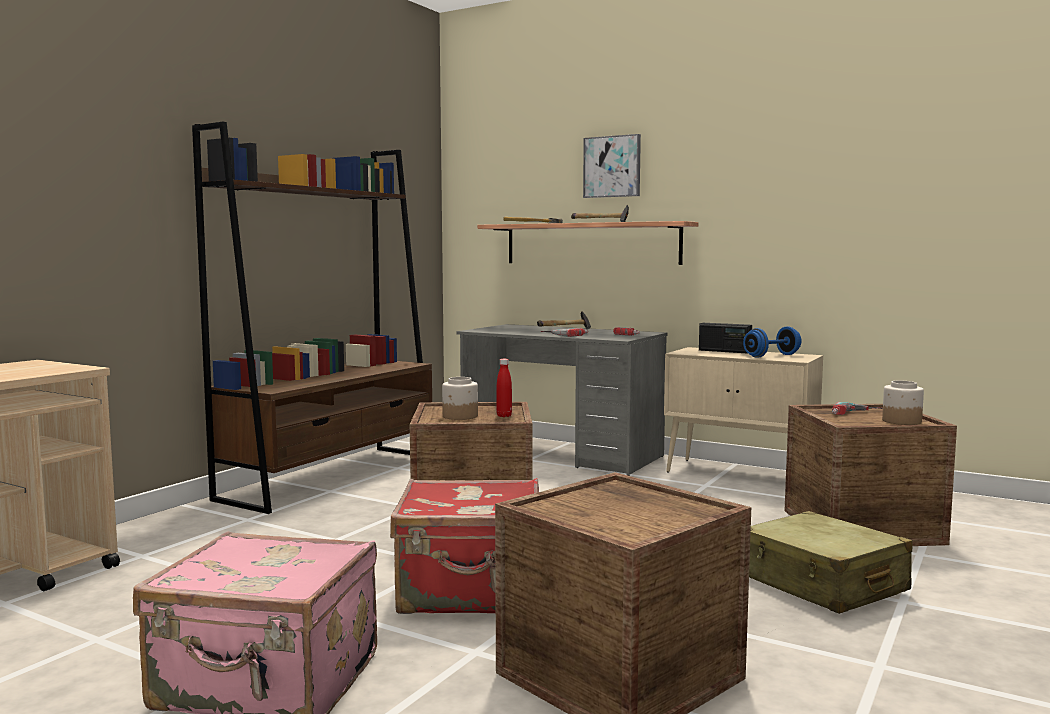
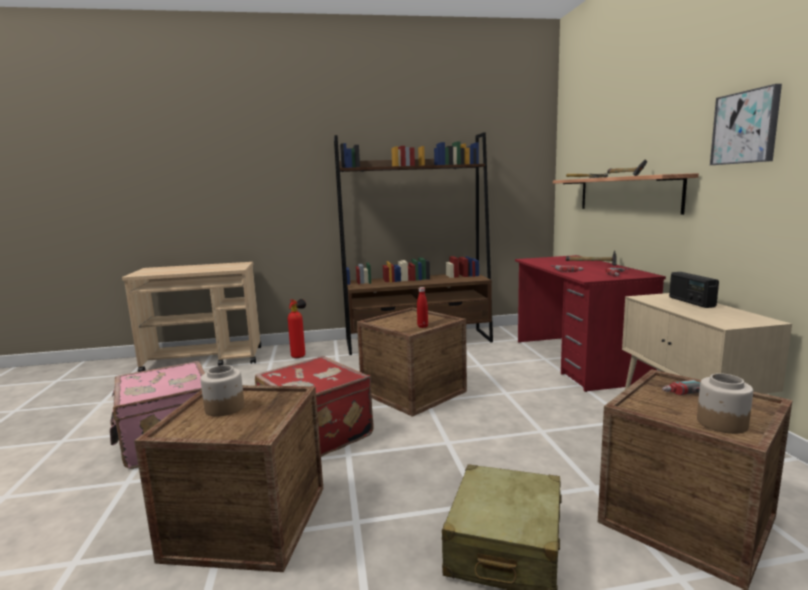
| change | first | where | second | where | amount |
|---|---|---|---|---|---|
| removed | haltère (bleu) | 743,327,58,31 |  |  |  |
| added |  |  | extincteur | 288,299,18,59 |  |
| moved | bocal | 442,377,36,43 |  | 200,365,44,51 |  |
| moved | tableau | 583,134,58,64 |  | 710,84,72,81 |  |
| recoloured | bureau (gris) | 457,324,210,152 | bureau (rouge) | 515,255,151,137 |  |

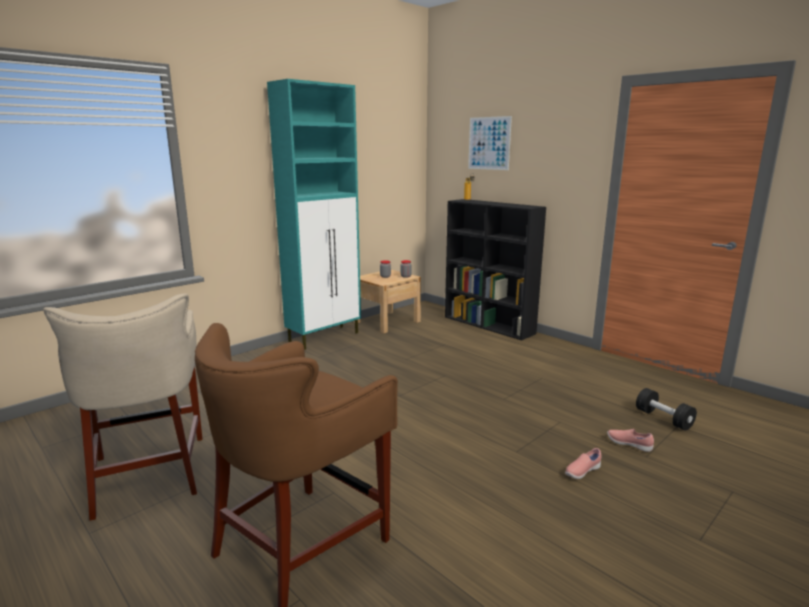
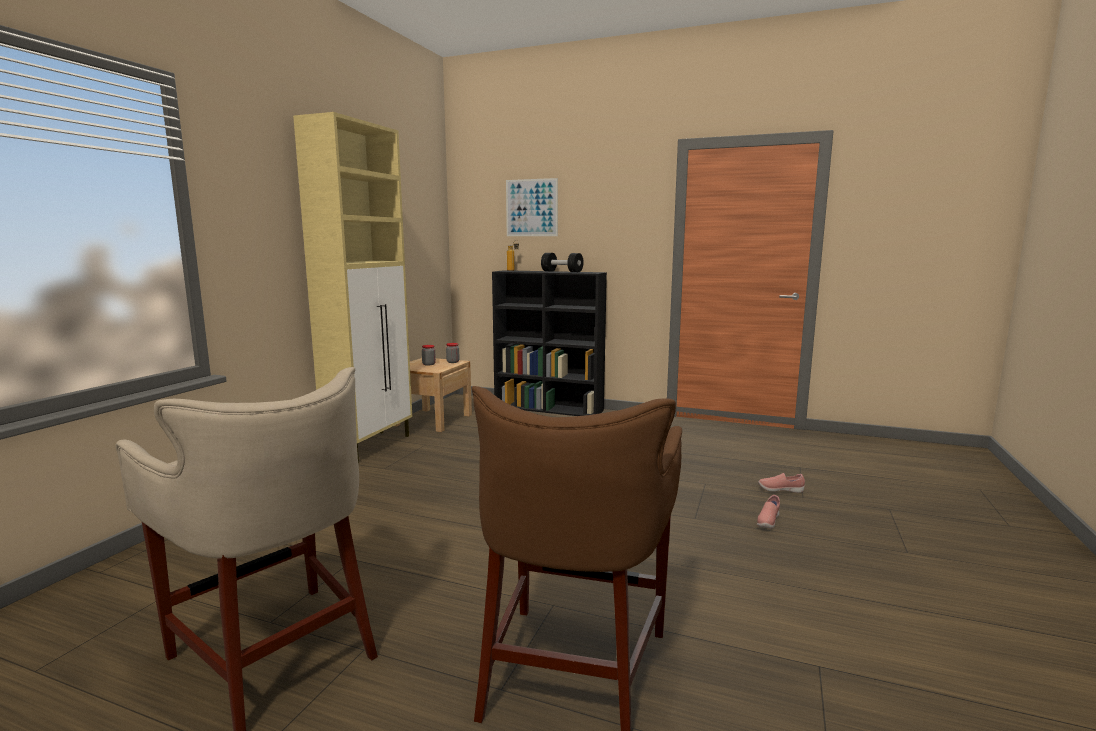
| change | first | where | second | where | amount |
|---|---|---|---|---|---|
| moved | haltère (noir) | 636,388,61,43 |  | 541,253,43,19 |  |
| recoloured | meuble de rangement (turquoise) | 267,79,94,271 | meuble de rangement (beige) | 293,112,119,351 |  |

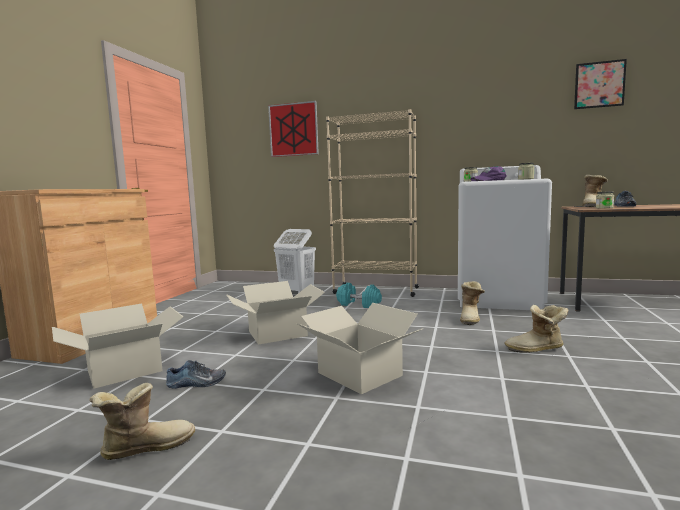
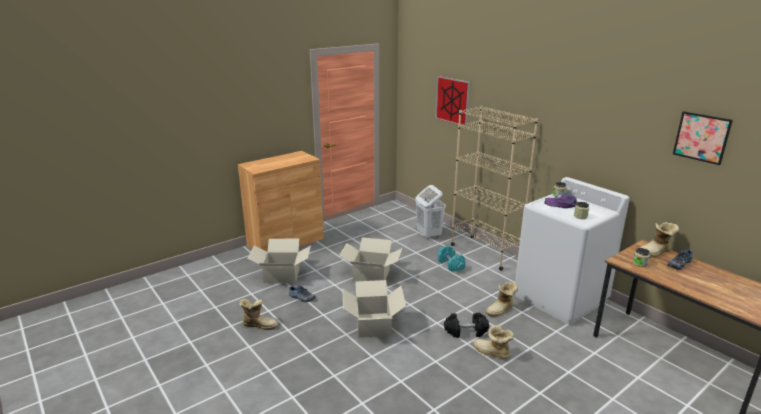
| change | first | where | second | where | amount |
|---|---|---|---|---|---|
| added |  |  | haltère (noir) | 444,313,45,25 |  |

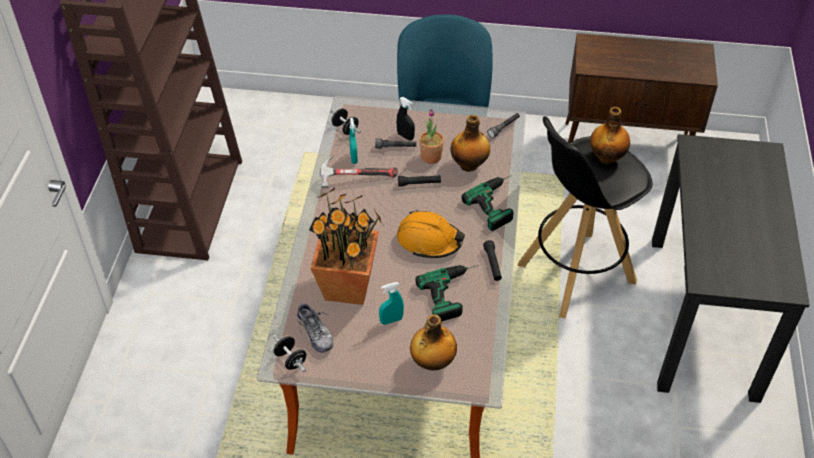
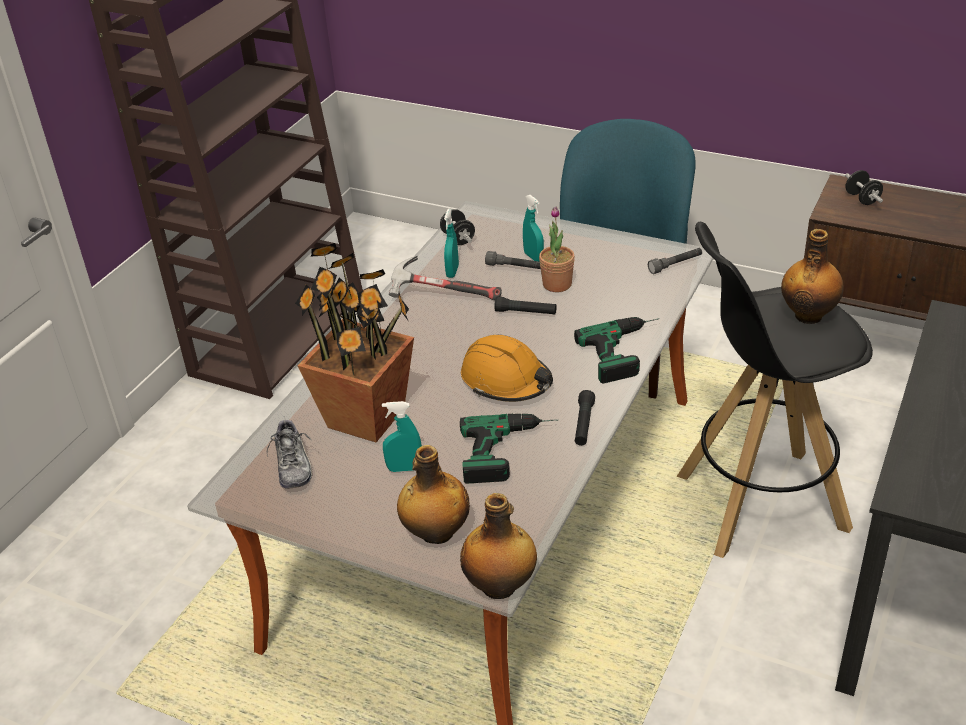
| change | first | where | second | where | amount |
|---|---|---|---|---|---|
| moved | haltère (noir) | 273,335,33,37 |  | 845,170,38,35 |  |
| moved | bouteille | 450,115,40,57 |  | 460,493,77,106 |  |
| recoloured | vaporisateur (noir) | 397,97,18,44 | vaporisateur (turquoise) | 523,195,21,67 |  |

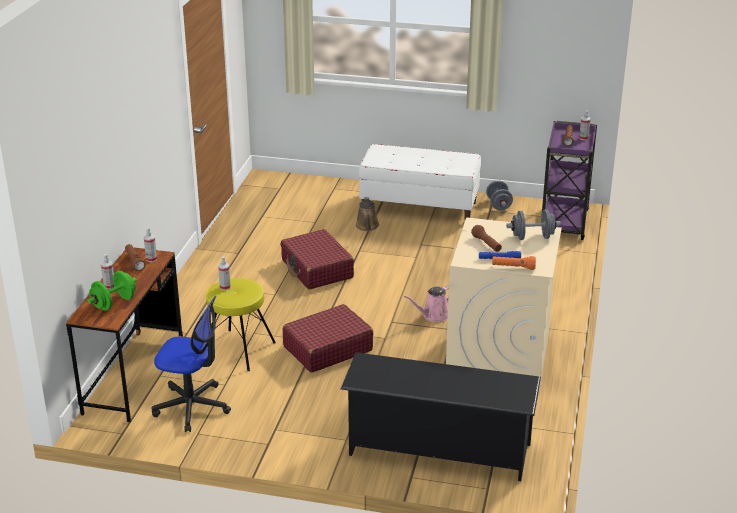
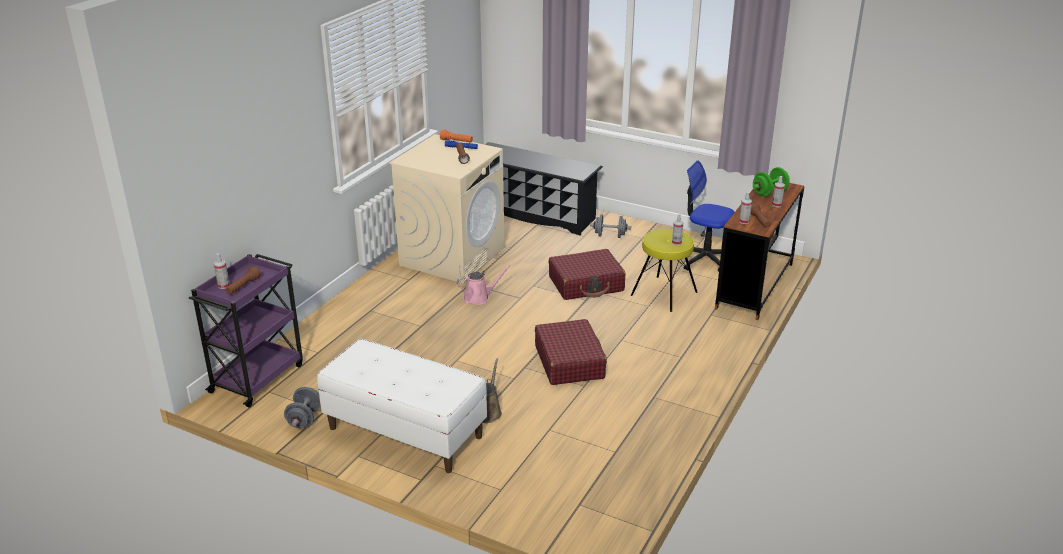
| change | first | where | second | where | amount |
|---|---|---|---|---|---|
| moved | haltère (gris) | 506,210,55,30 |  | 590,214,41,24 |  |

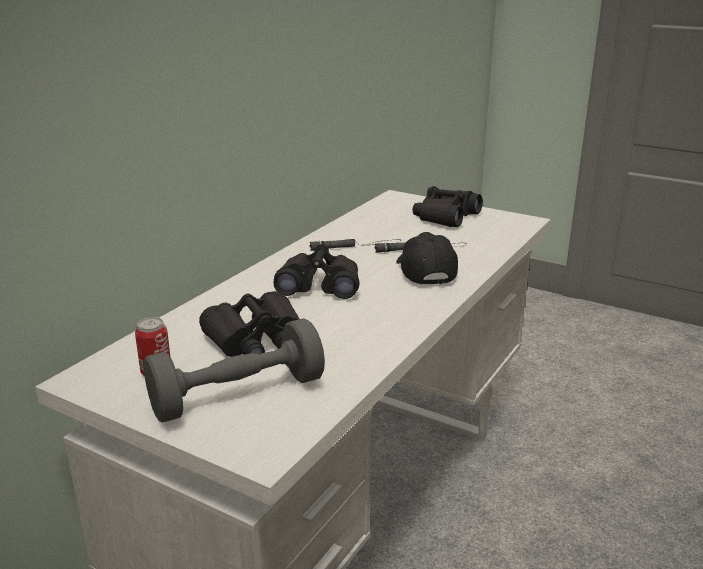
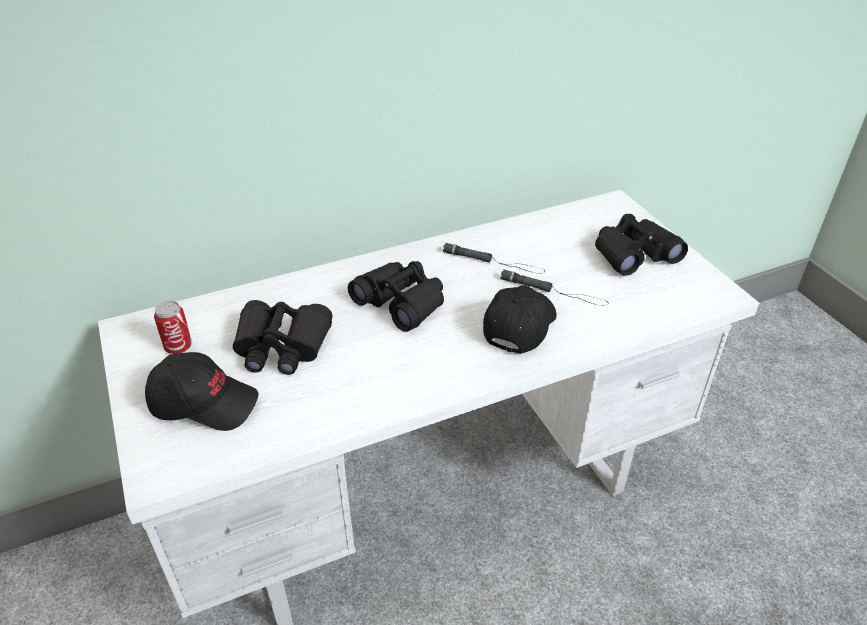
| change | first | where | second | where | amount |
|---|---|---|---|---|---|
| replaced | haltère (gris) | 143,318,182,104 | casquette (noir) | 145,352,114,79 |  |

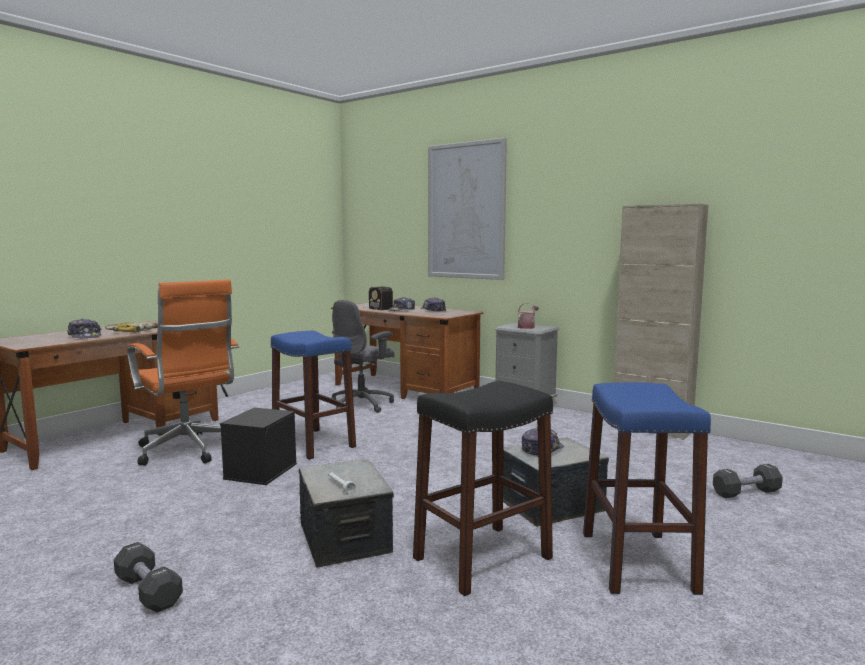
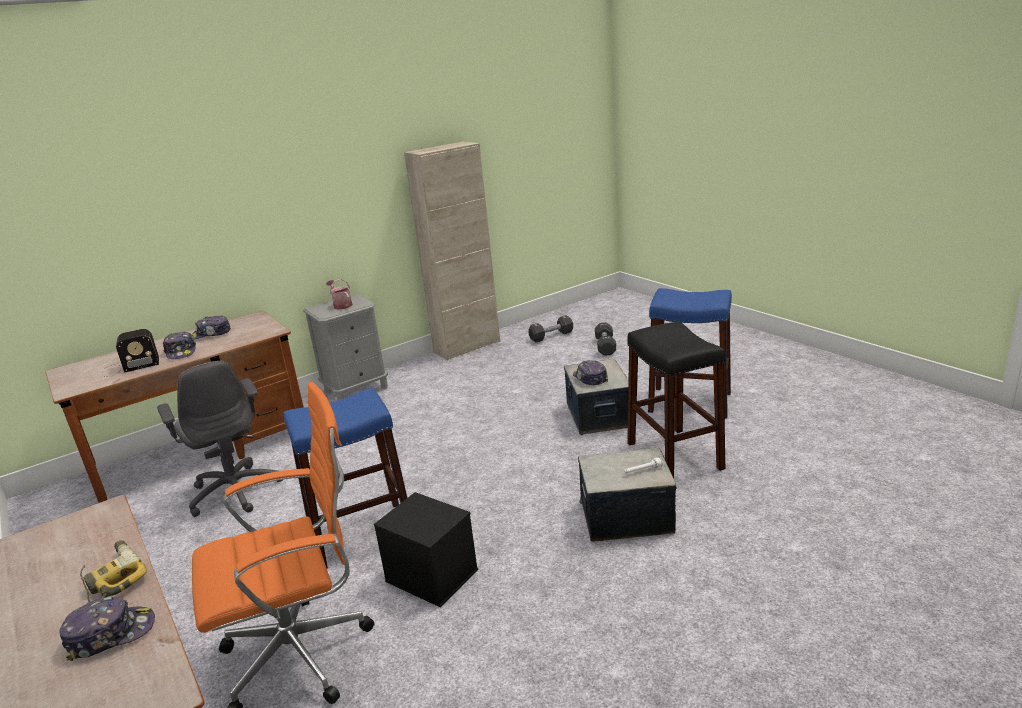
| change | first | where | second | where | amount |
|---|---|---|---|---|---|
| removed | tableau | 428,138,79,142 |  |  |  |
| moved | haltère (noir) | 114,542,69,71 |  | 528,315,45,27 |  |

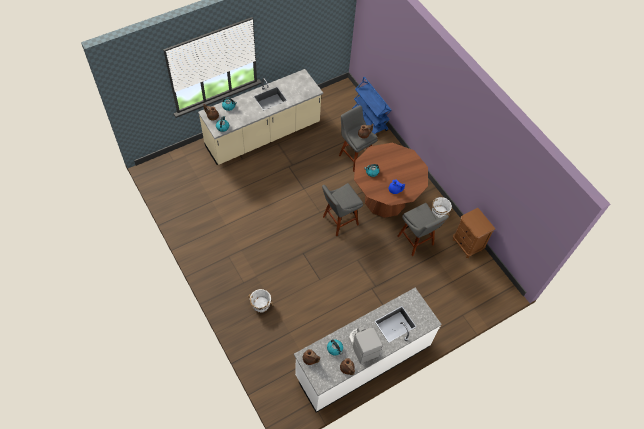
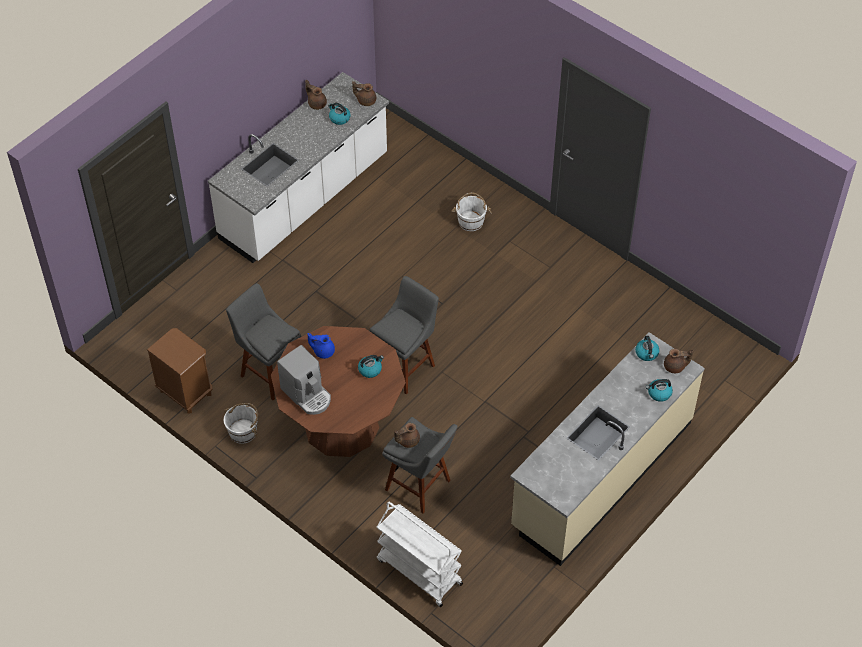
| change | first | where | second | where | amount |
|---|---|---|---|---|---|
| moved | machine à café | 349,326,34,38 |  | 277,345,54,70 |  |
| recoloured | chariot (bleu) | 352,77,39,57 | chariot (blanc) | 377,502,86,105 |  |

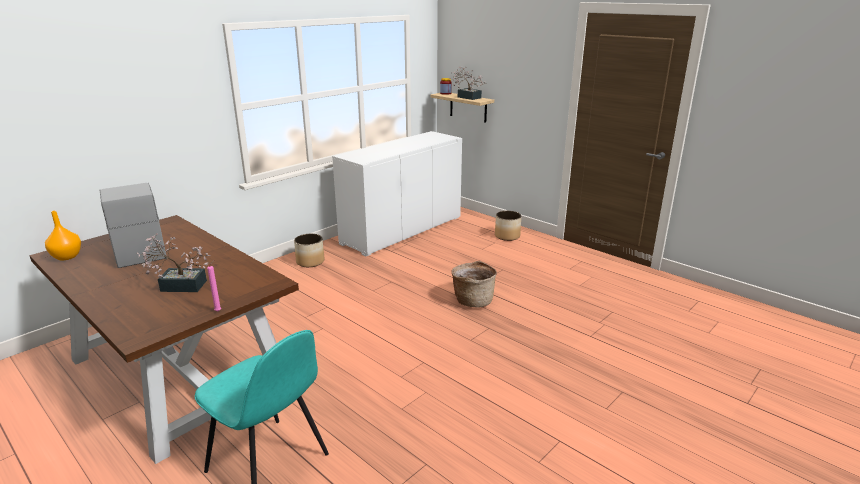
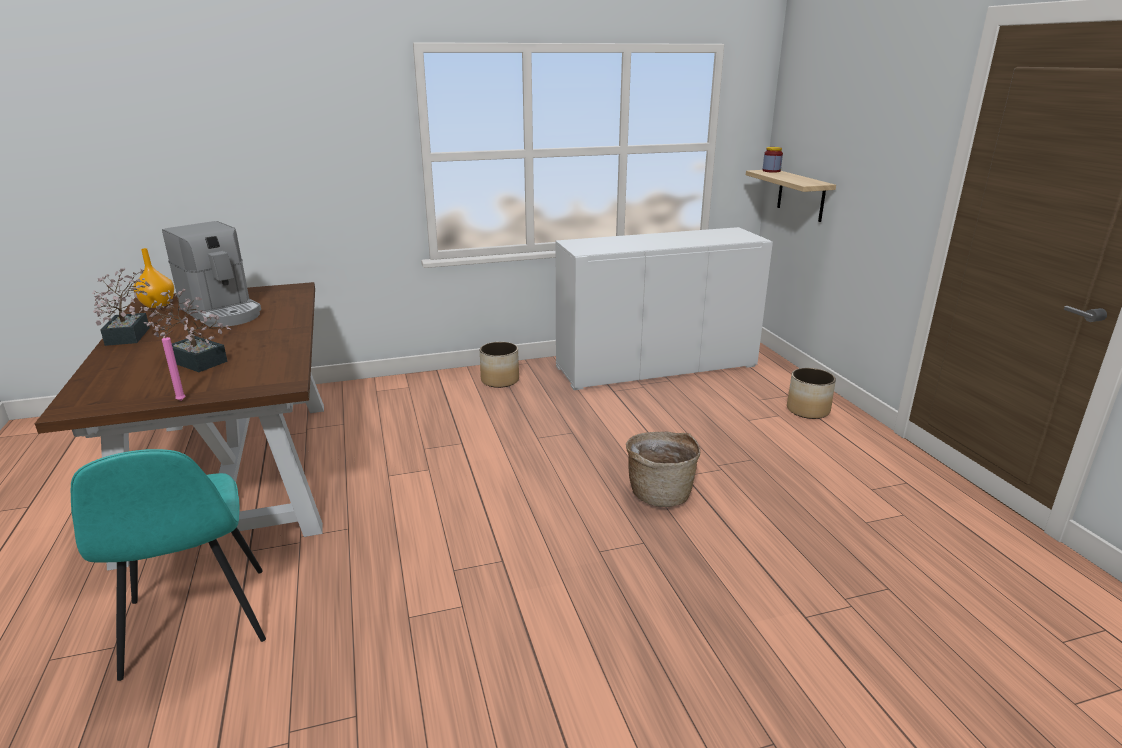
| change | first | where | second | where | amount |
|---|---|---|---|---|---|
| moved | plante en pot | 451,66,35,34 |  | 92,267,58,79 |  |
| turned | machine à café | 100,183,66,85 |  | 162,221,99,106 | 135 degrees clockwise |

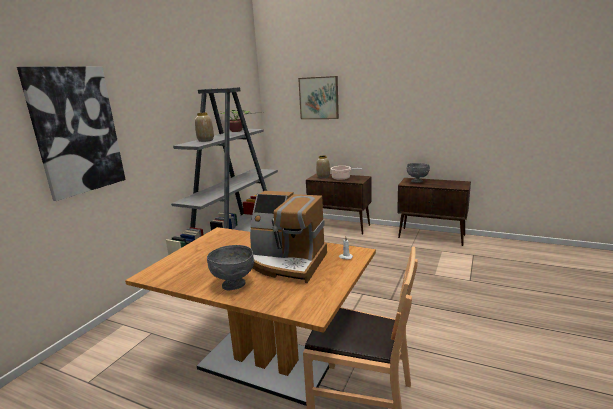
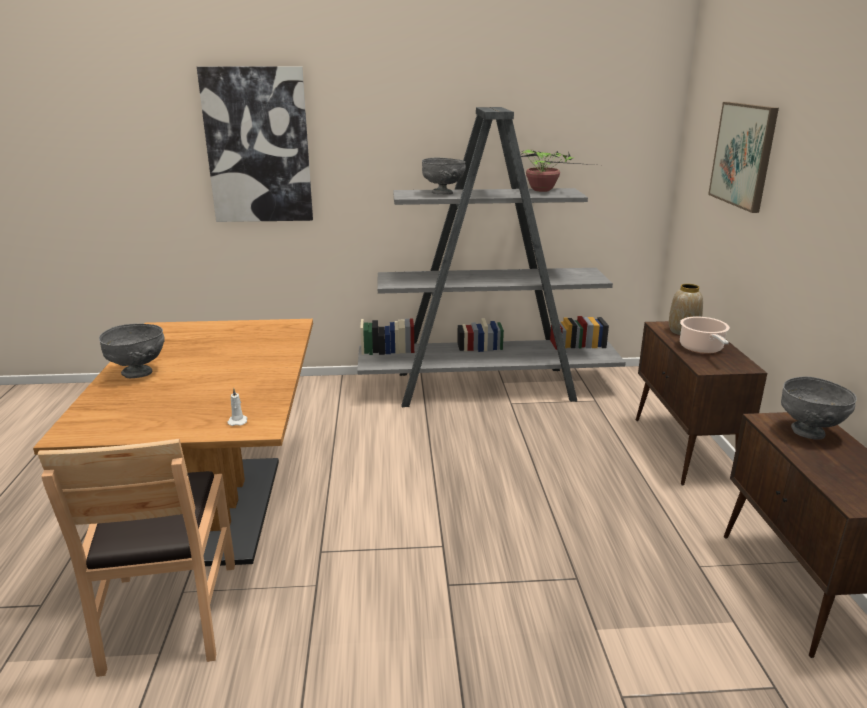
| change | first | where | second | where | amount |
|---|---|---|---|---|---|
| removed | machine à café | 250,191,77,92 |  |  |  |
| replaced | vase | 195,113,19,29 | bol (gris) | 422,158,44,37 |  |

